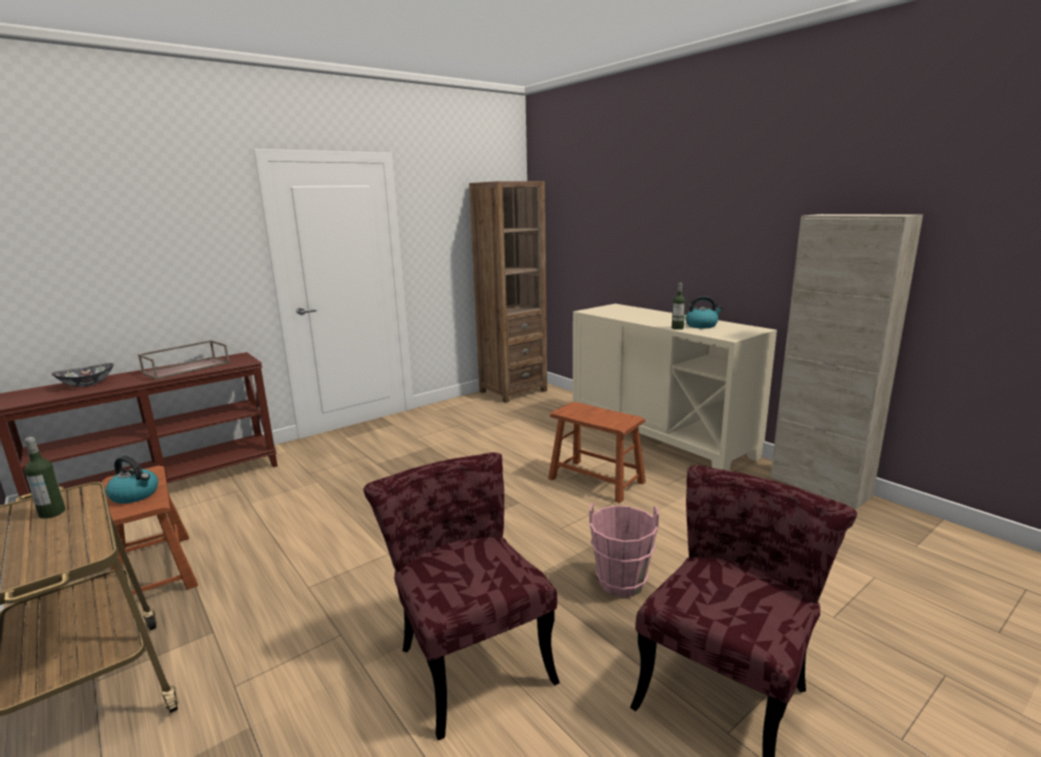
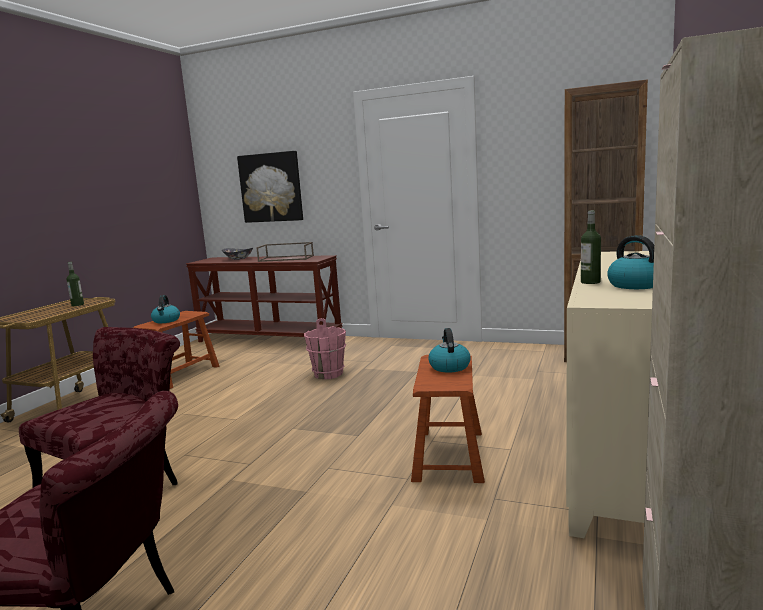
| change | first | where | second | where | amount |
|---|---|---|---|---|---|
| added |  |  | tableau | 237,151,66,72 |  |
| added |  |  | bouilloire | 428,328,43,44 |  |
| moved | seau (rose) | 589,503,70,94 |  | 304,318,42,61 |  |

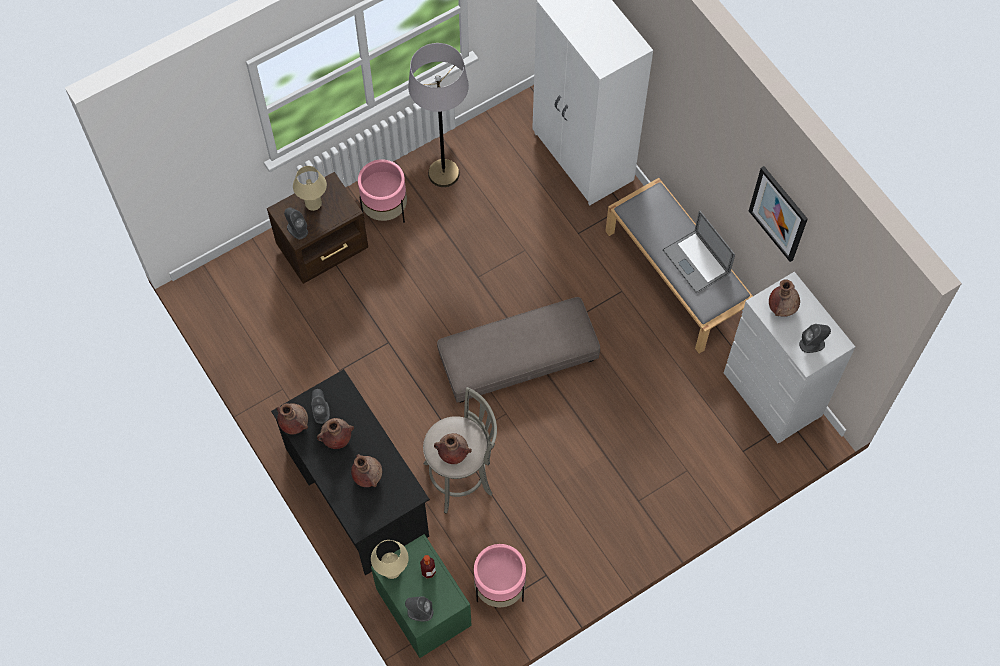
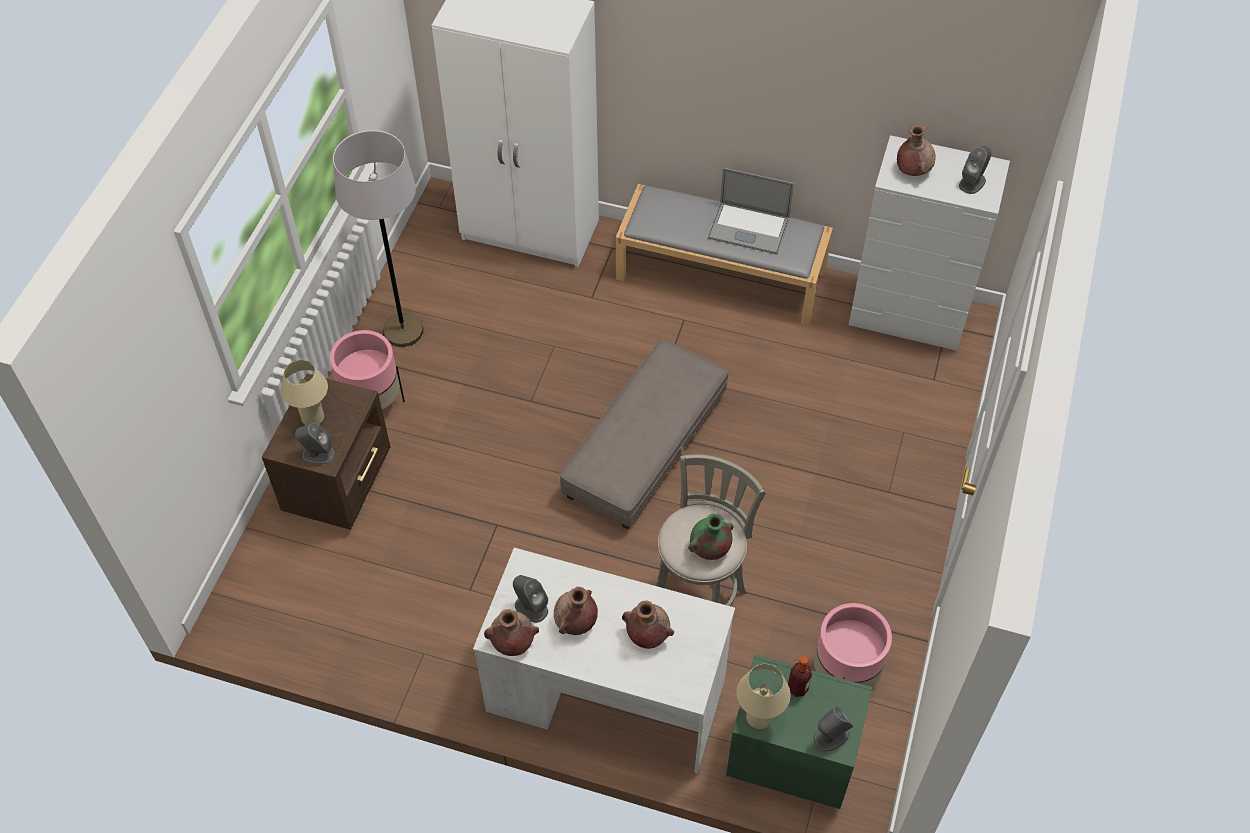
| change | first | where | second | where | amount |
|---|---|---|---|---|---|
| removed | tableau | 749,166,59,96 |  |  |  |
| recoloured | bureau (noir) | 271,369,159,206 | bureau (blanc) | 473,548,262,226 |  |
| recoloured | vase (marron) | 434,433,38,31 | vase (vert) | 688,513,46,47 |  |

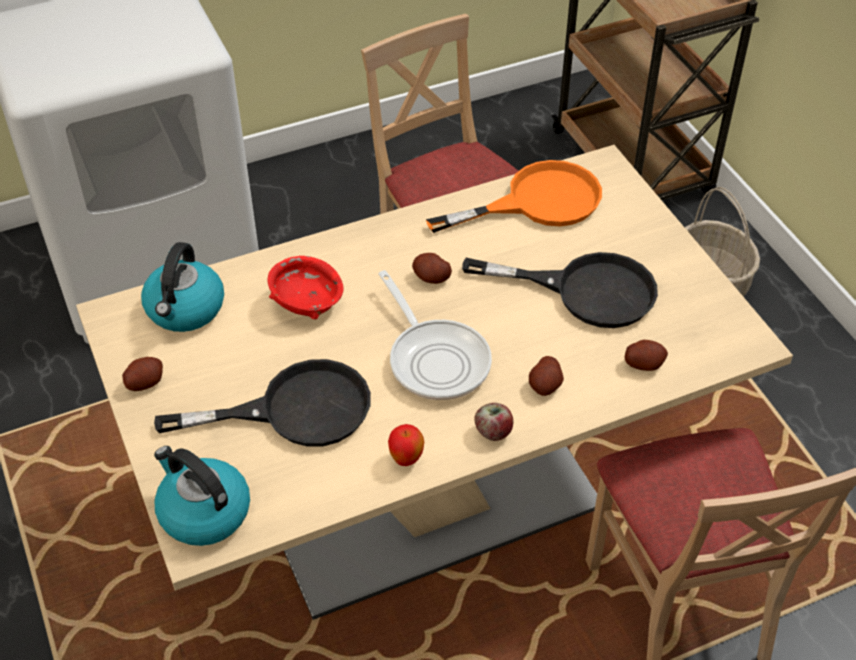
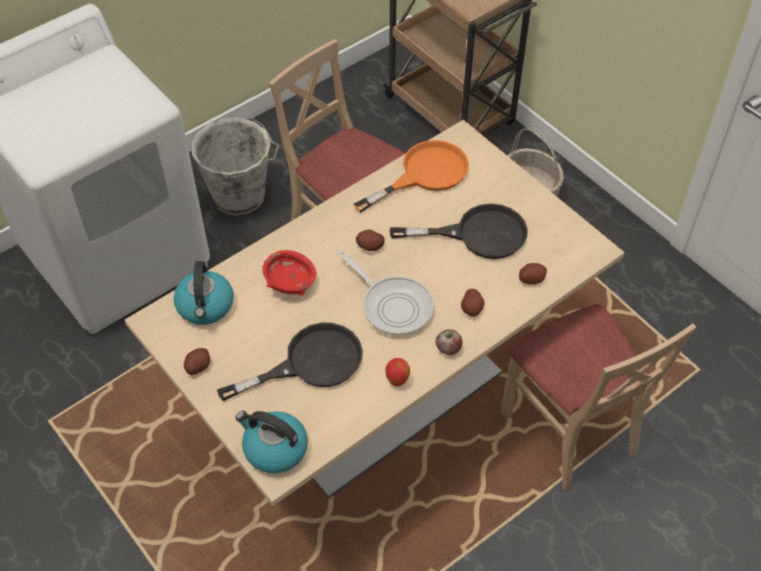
| change | first | where | second | where | amount |
|---|---|---|---|---|---|
| added |  |  | seau (gris) | 192,118,88,98 |  |

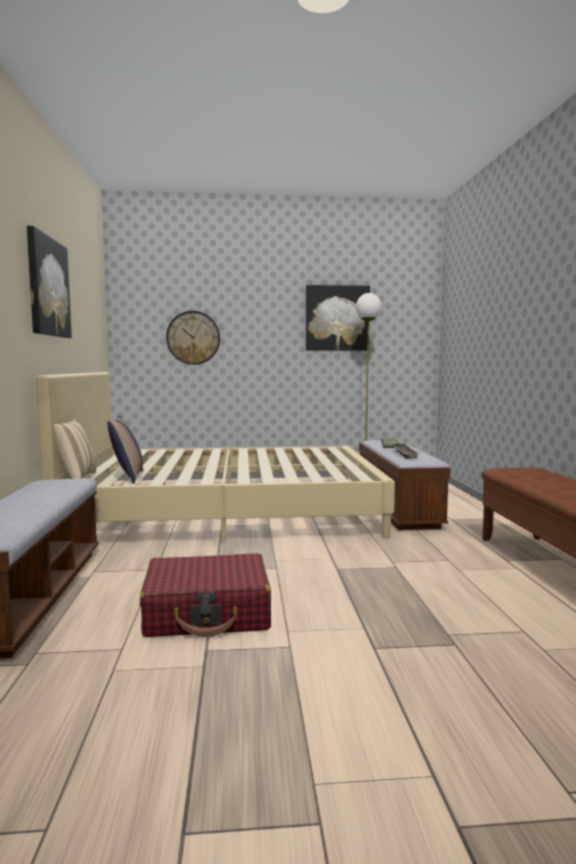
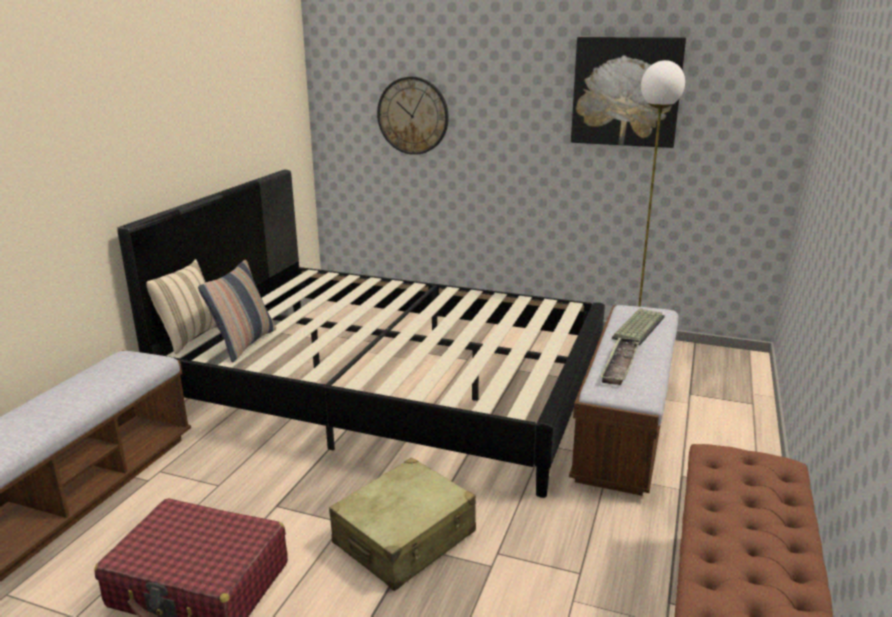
| change | first | where | second | where | amount |
|---|---|---|---|---|---|
| removed | tableau | 27,226,45,112 |  |  |  |
| added |  |  | valise (beige) | 329,458,147,133 |  |
| recoloured | lit (beige) | 36,372,359,168 | lit (noir) | 117,170,488,328 |  |

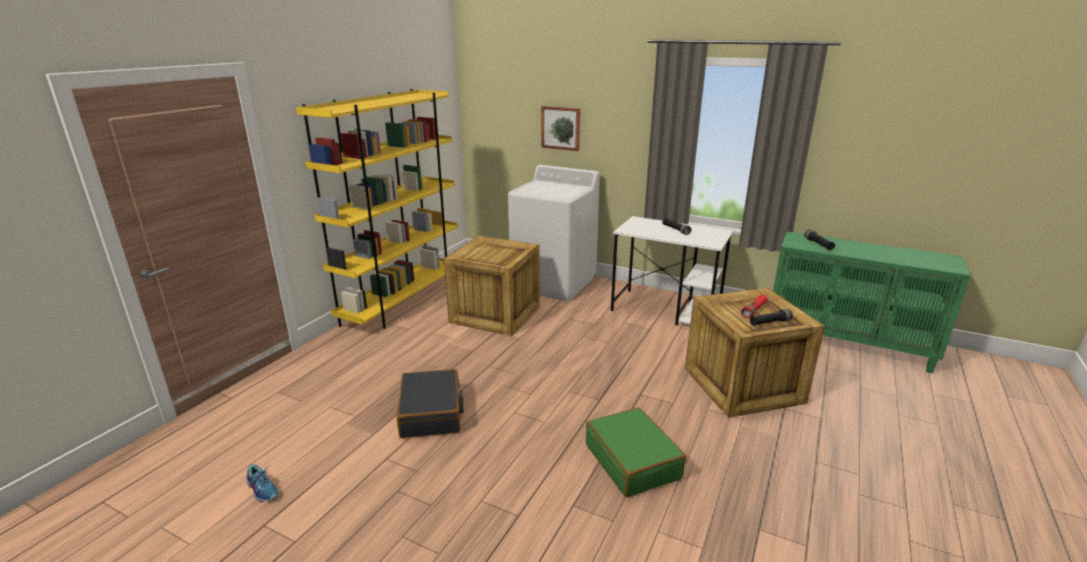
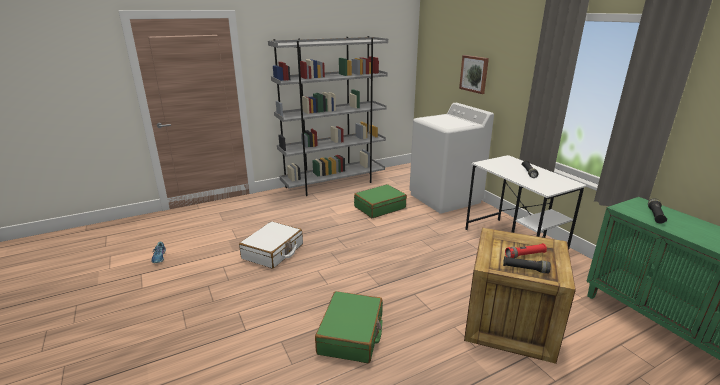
| change | first | where | second | where | amount |
|---|---|---|---|---|---|
| replaced | caisse | 444,236,96,100 | valise (vert) | 354,184,53,34 |  |
| recoloured | bibliothèque (jaune) | 296,89,161,240 | bibliothèque (gris) | 268,36,120,160 |  |
| recoloured | valise (noir) | 397,369,66,69 | valise (blanc) | 239,221,64,48 |  |

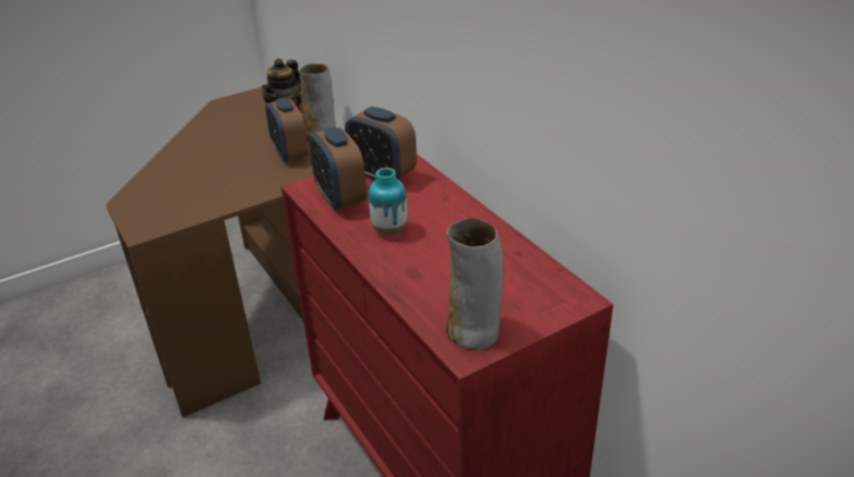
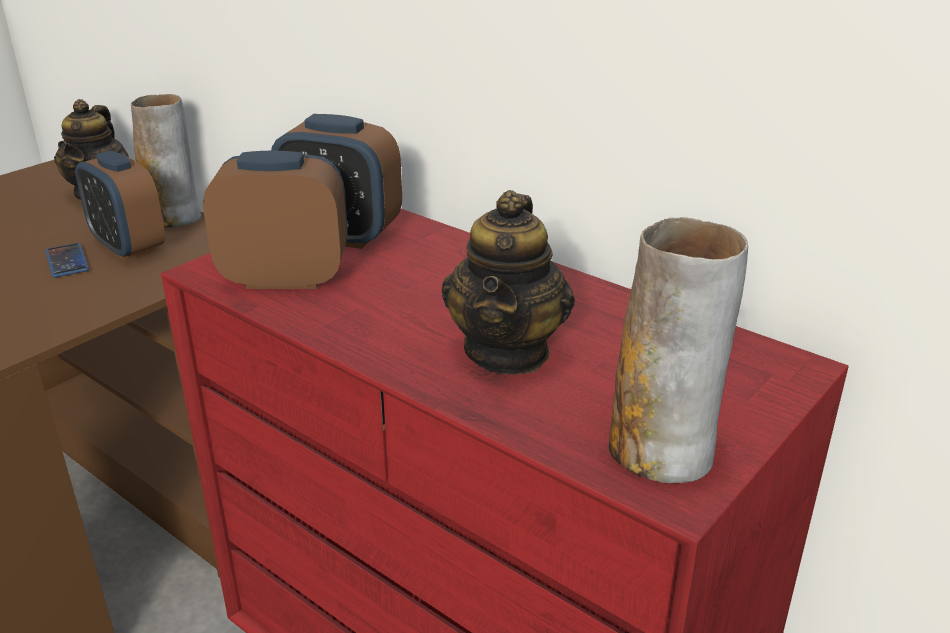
| change | first | where | second | where | amount |
|---|---|---|---|---|---|
| removed | vase | 368,168,40,68 |  |  |  |
| added |  |  | téléphone | 45,243,44,35 |  |
| added |  |  | théière | 442,190,133,185 |  |
| turned | réveil | 309,127,58,84 |  | 203,151,145,138 | 135 degrees clockwise |

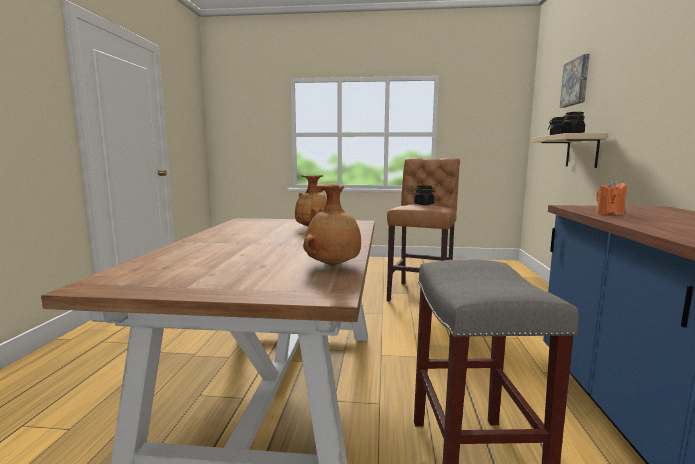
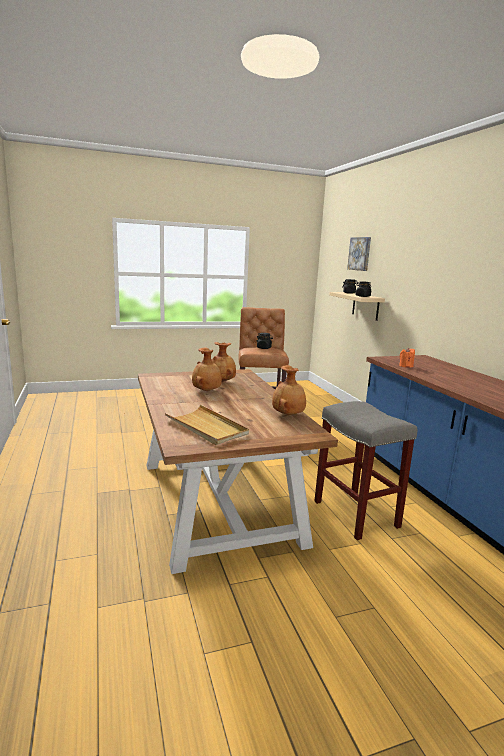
| change | first | where | second | where | amount |
|---|---|---|---|---|---|
| added |  |  | plateau (beige) | 165,405,84,40 |  |
| added |  |  | vase (marron) | 192,347,30,44 |  |

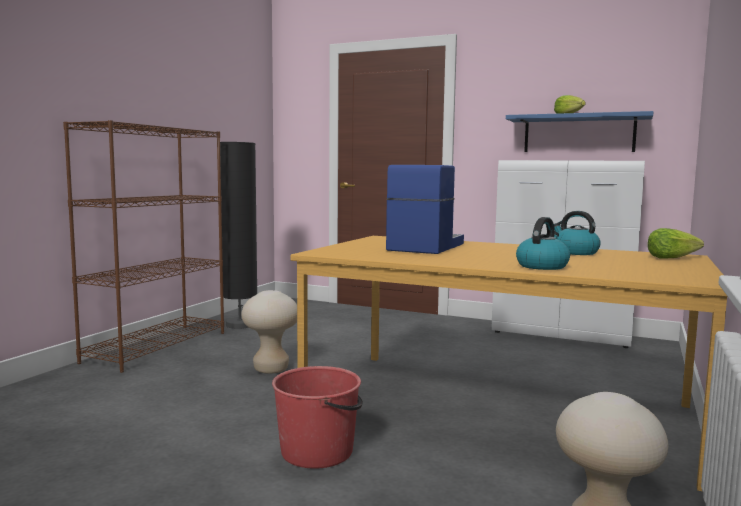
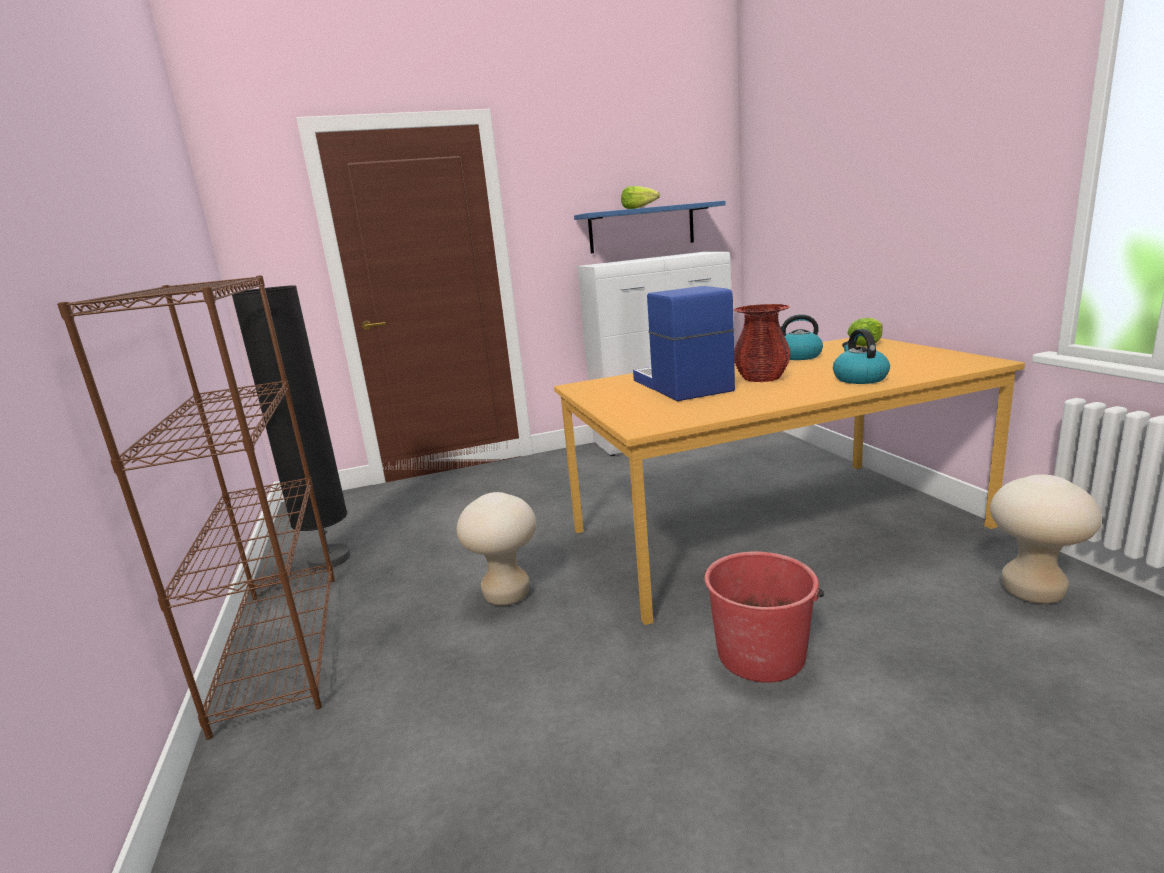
| change | first | where | second | where | amount |
|---|---|---|---|---|---|
| added |  |  | vase (rouge) | 734,304,57,78 |  |

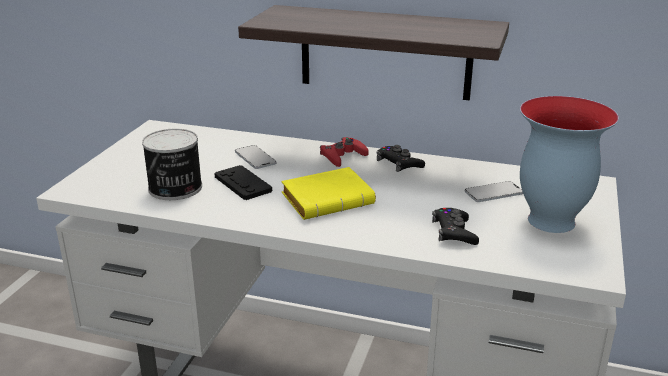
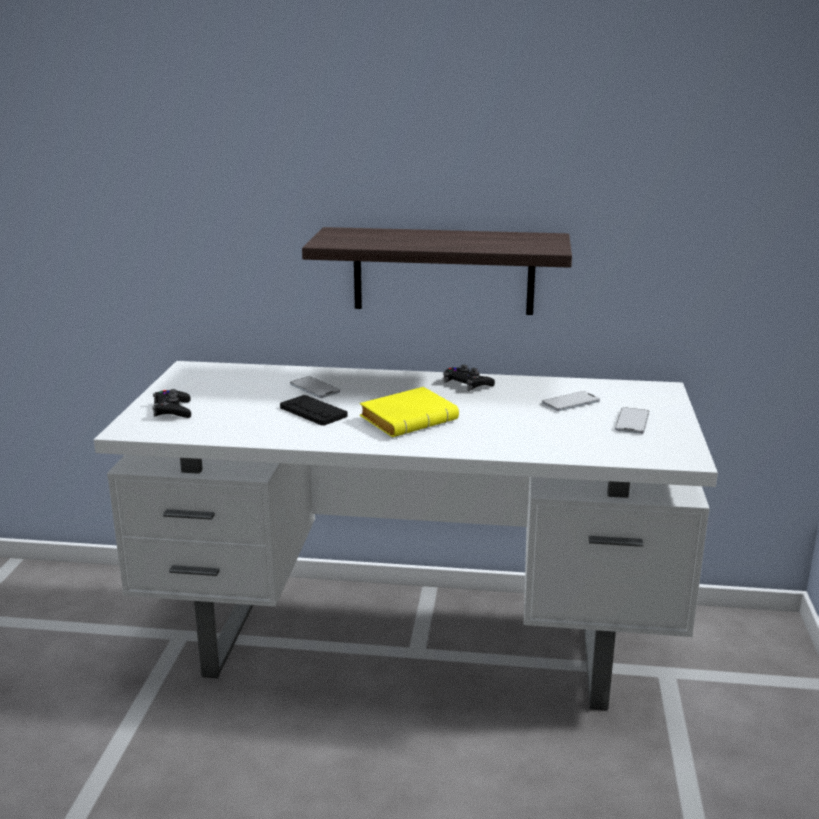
| change | first | where | second | where | amount |
|---|---|---|---|---|---|
| removed | boîte métallique | 142,129,60,71 |  |  |  |
| removed | manette (rouge) | 320,137,49,30 |  |  |  |
| moved | manette (noir) | 432,208,47,37 |  | 152,389,39,29 |  |
| replaced | vase | 520,96,99,137 | téléphone | 615,407,34,27 |  |

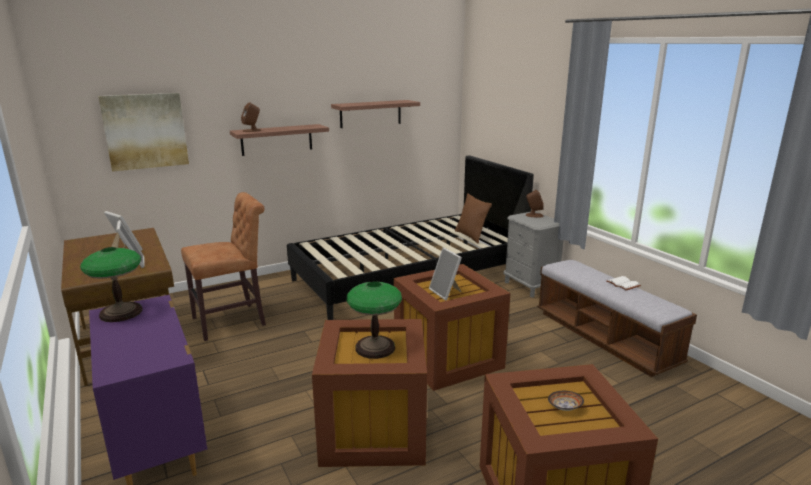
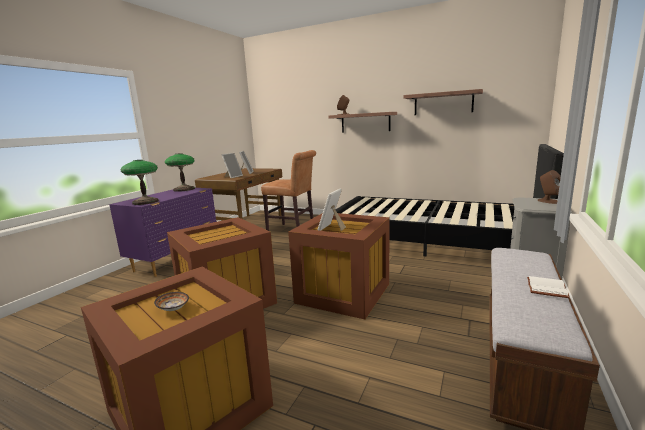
| change | first | where | second | where | amount |
|---|---|---|---|---|---|
| removed | tableau | 98,93,91,79 |  |  |  |
| removed | coussin (marron) | 455,193,37,50 |  |  |  |
| moved | lampe de table | 347,281,55,78 |  | 121,160,38,45 |  |

